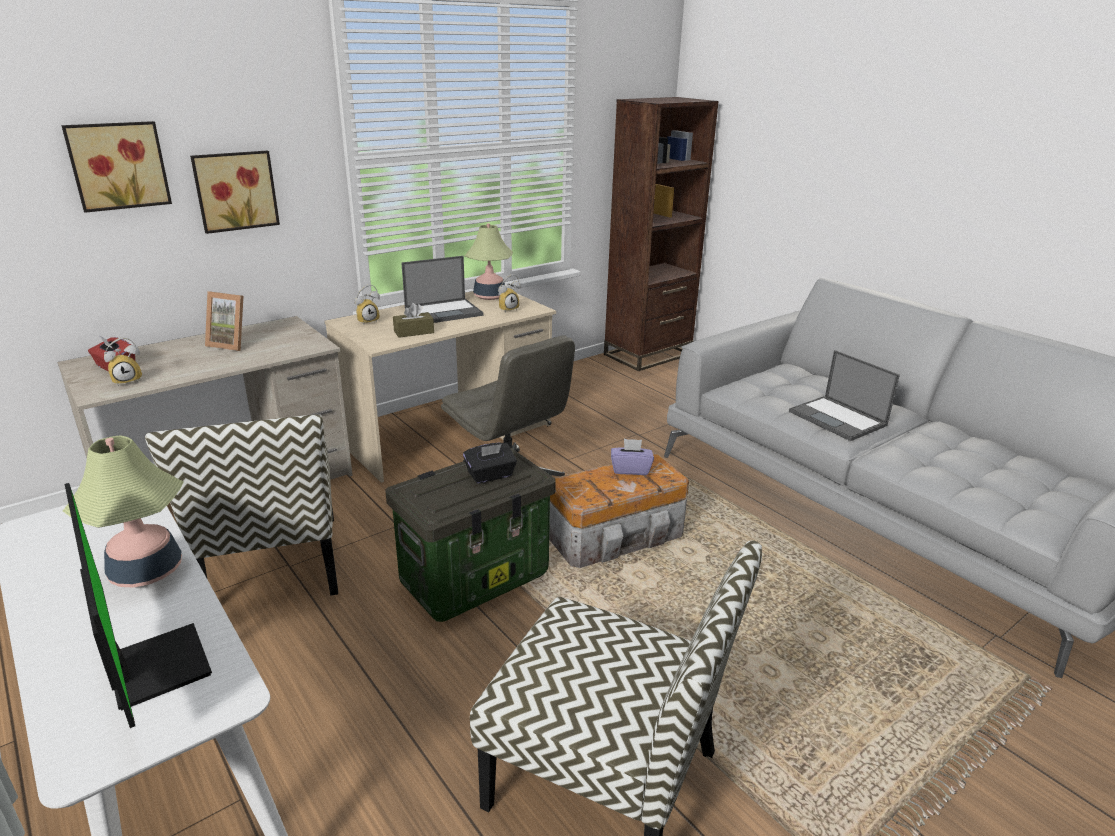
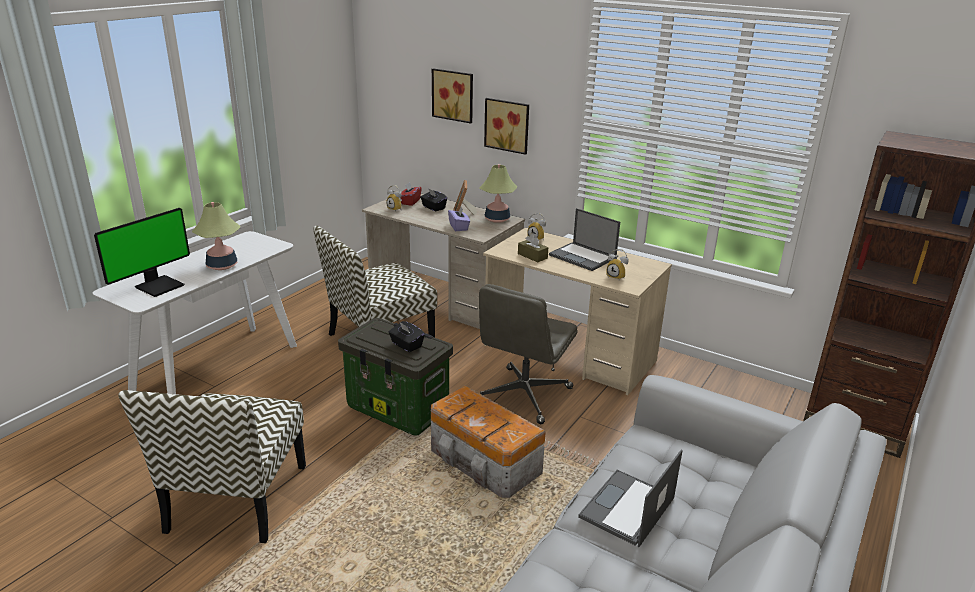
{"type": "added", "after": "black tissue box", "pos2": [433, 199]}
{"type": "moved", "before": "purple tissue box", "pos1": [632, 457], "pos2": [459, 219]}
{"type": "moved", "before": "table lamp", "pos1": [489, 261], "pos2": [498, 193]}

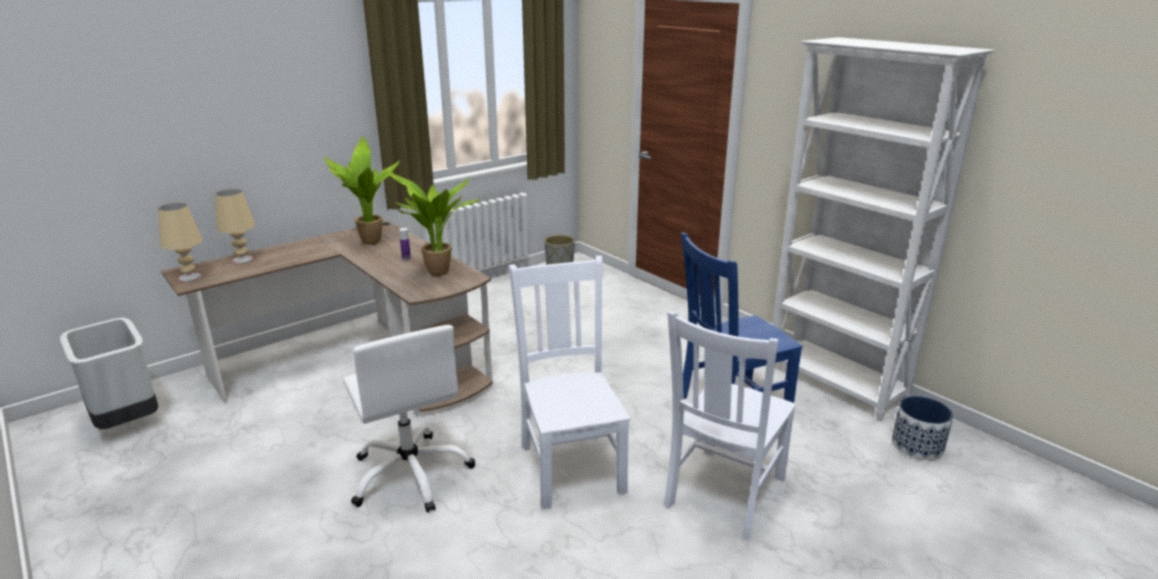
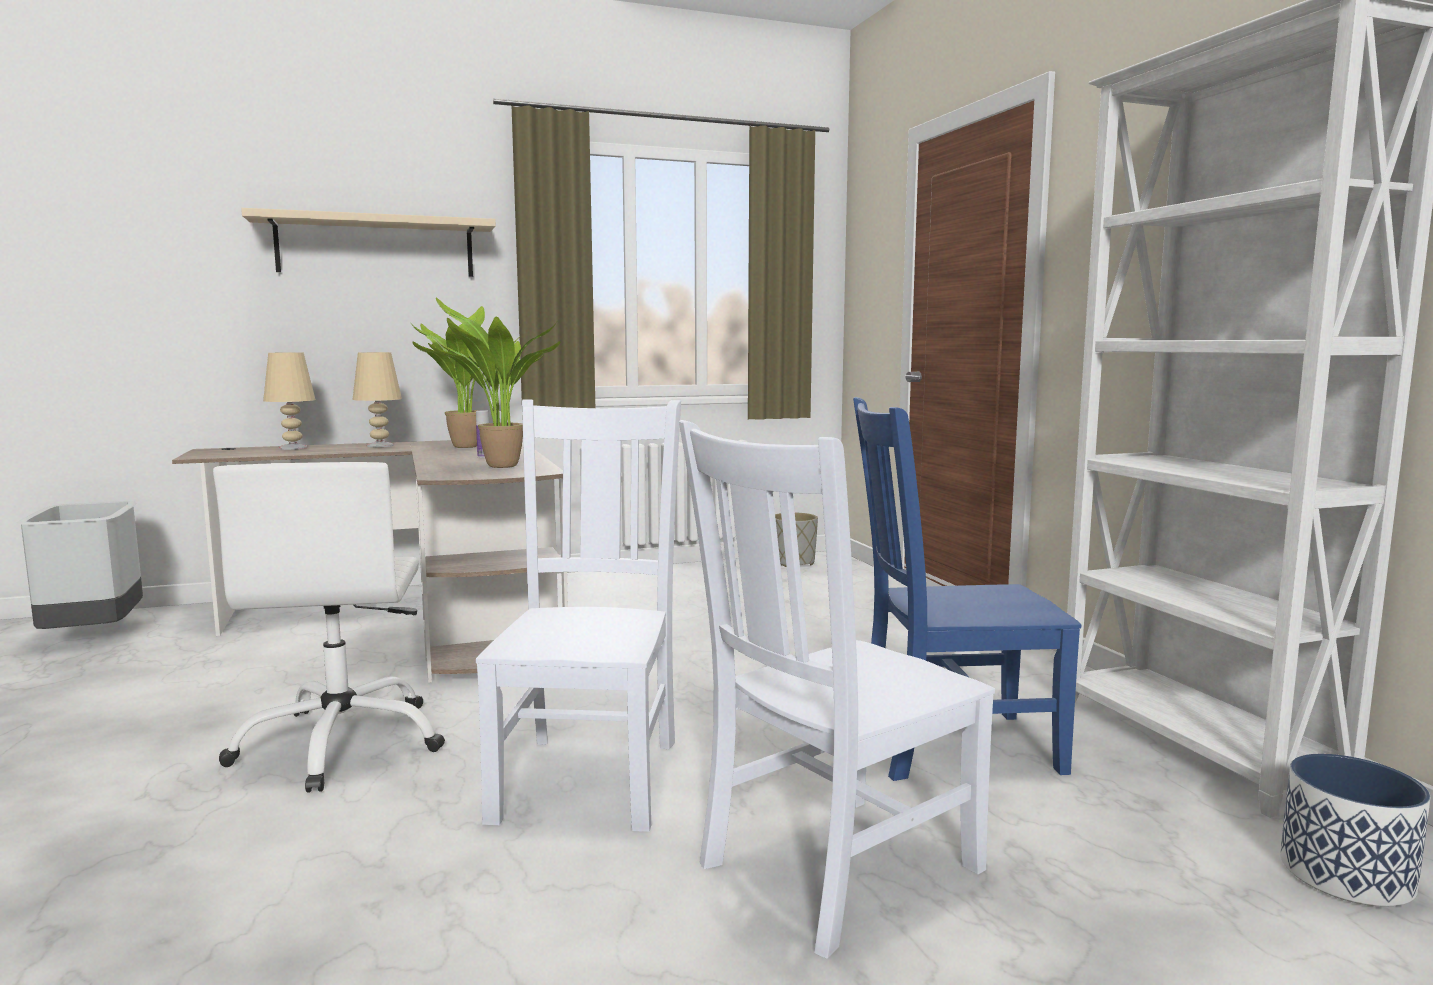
{"type": "added", "after": "beige shelf", "pos2": [368, 242]}
{"type": "moved", "before": "beige table lamp", "pos1": [180, 242], "pos2": [377, 399]}

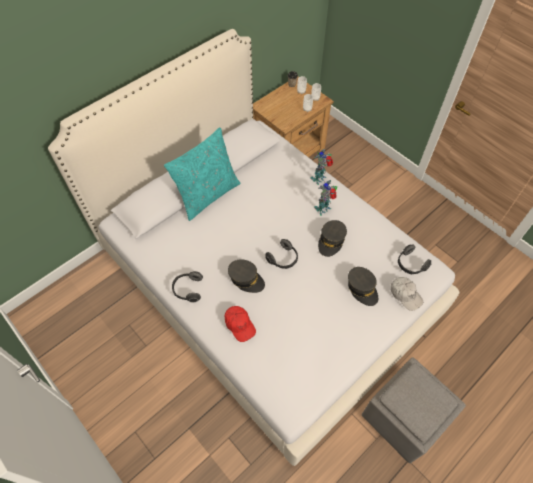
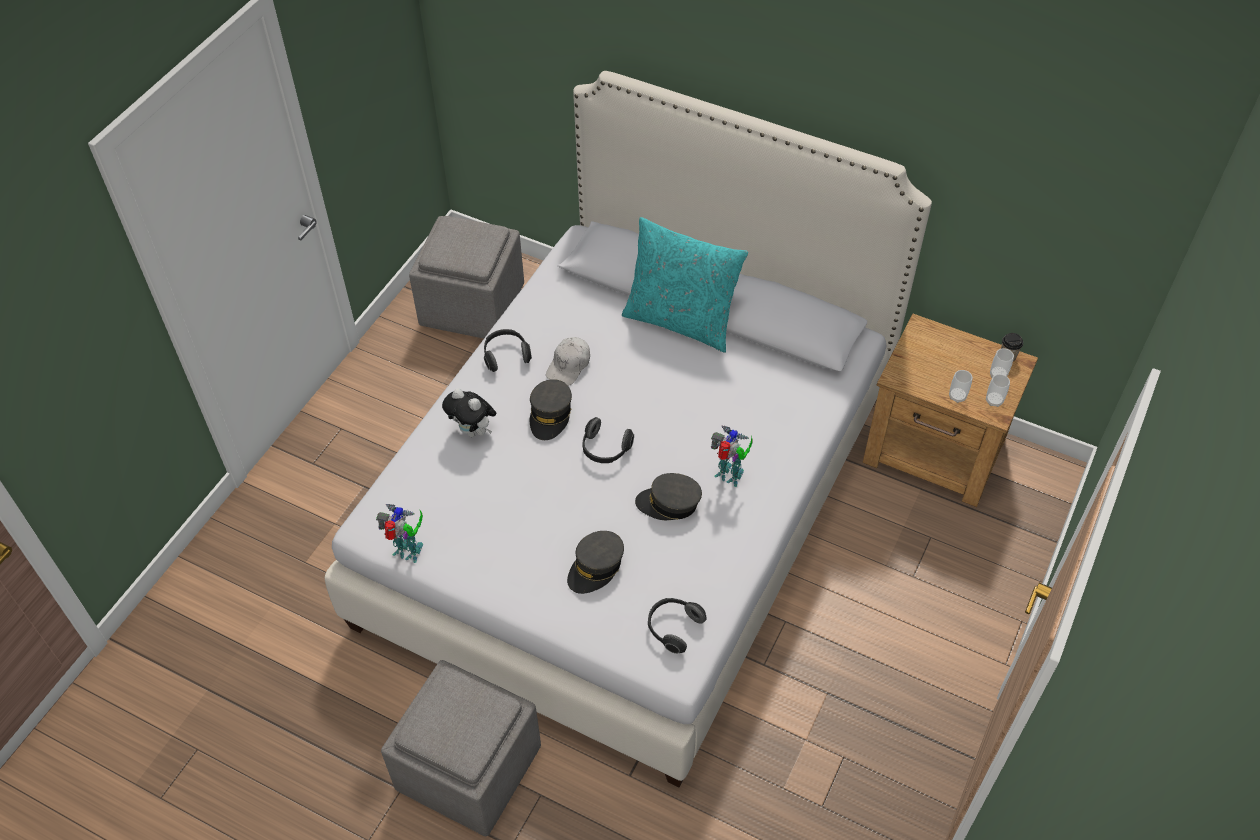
{"type": "moved", "before": "toy robot", "pos1": [321, 167], "pos2": [399, 533]}
{"type": "added", "after": "grey ottoman", "pos2": [466, 277]}
{"type": "replaced", "before": "red cap", "after": "plush toy", "pos1": [240, 324], "pos2": [469, 412]}
{"type": "moved", "before": "white cap", "pos1": [406, 294], "pos2": [568, 361]}

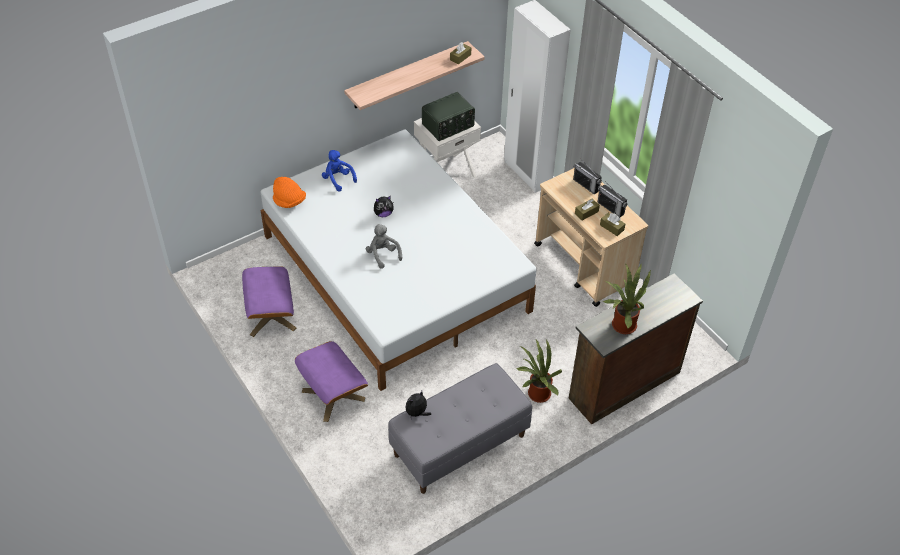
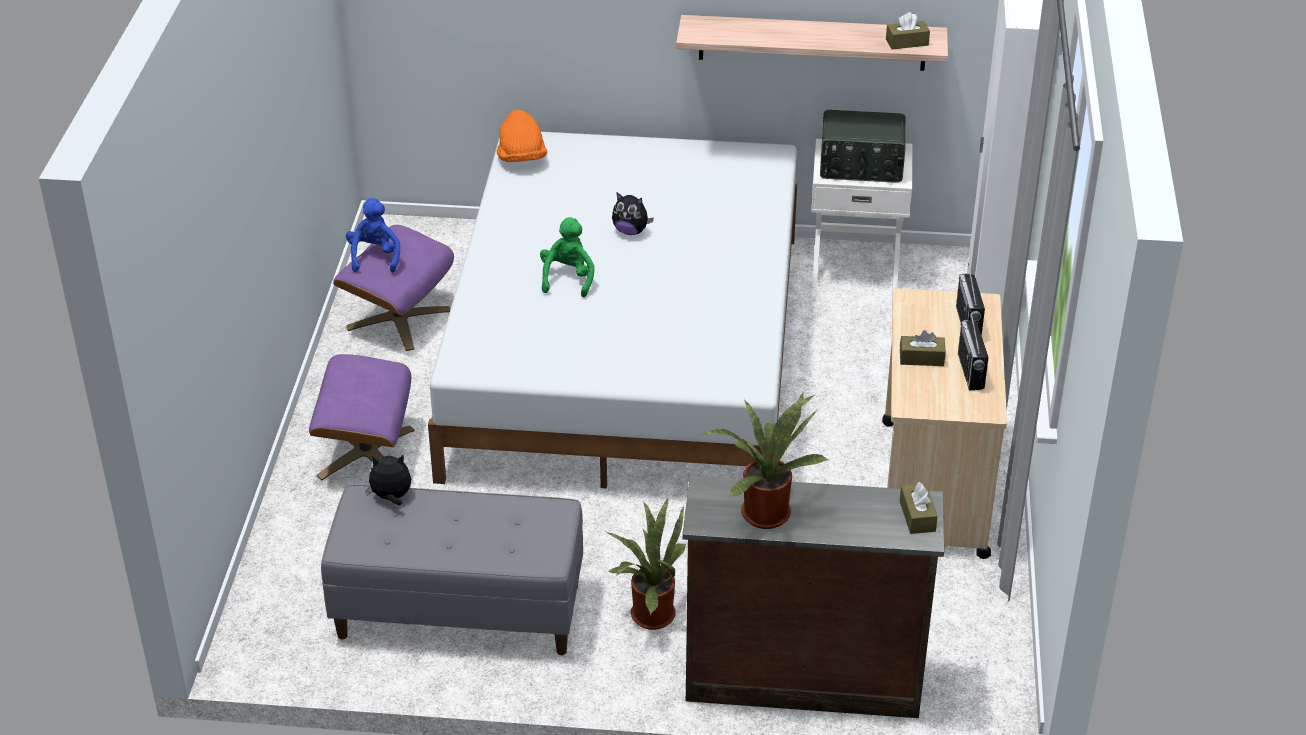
{"type": "moved", "before": "blue plush toy", "pos1": [339, 171], "pos2": [373, 235]}
{"type": "recoloured", "before": "grey plush toy", "after": "green plush toy", "pos1": [384, 246], "pos2": [567, 257]}
{"type": "moved", "before": "brown tissue box", "pos1": [612, 224], "pos2": [919, 508]}

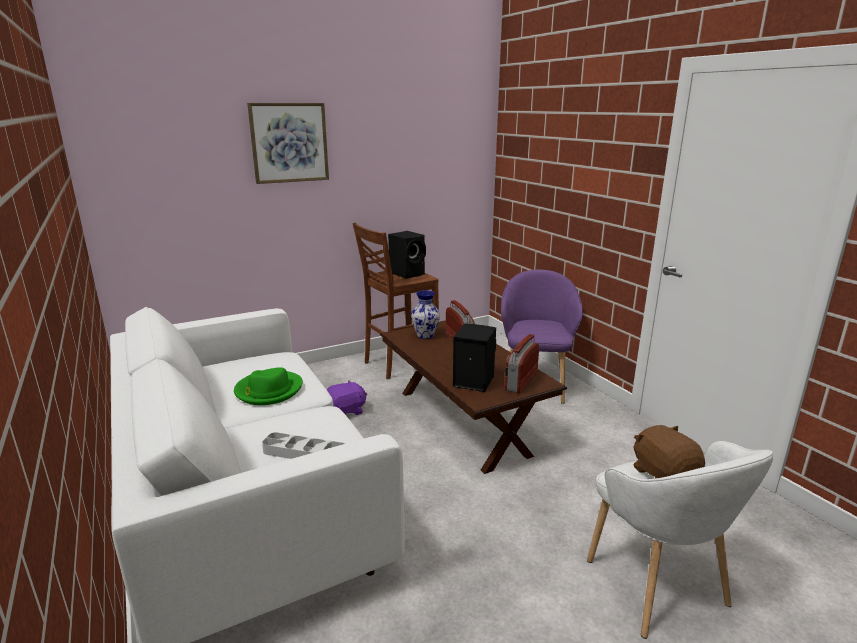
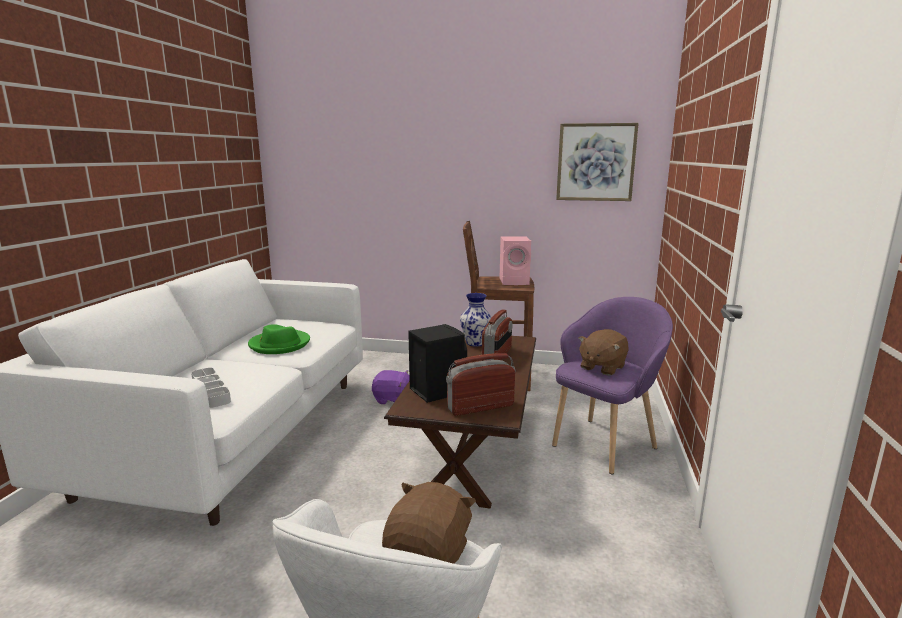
{"type": "recoloured", "before": "black speaker", "after": "pink speaker", "pos1": [407, 255], "pos2": [515, 260]}
{"type": "moved", "before": "picture", "pos1": [288, 143], "pos2": [597, 162]}
{"type": "added", "after": "brown plush toy", "pos2": [603, 352]}

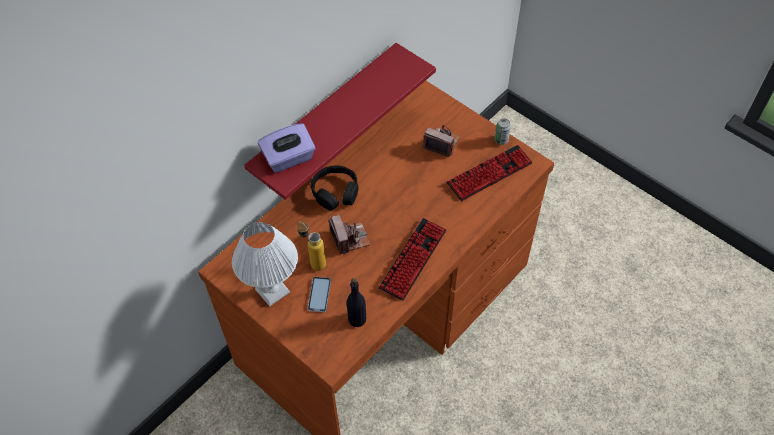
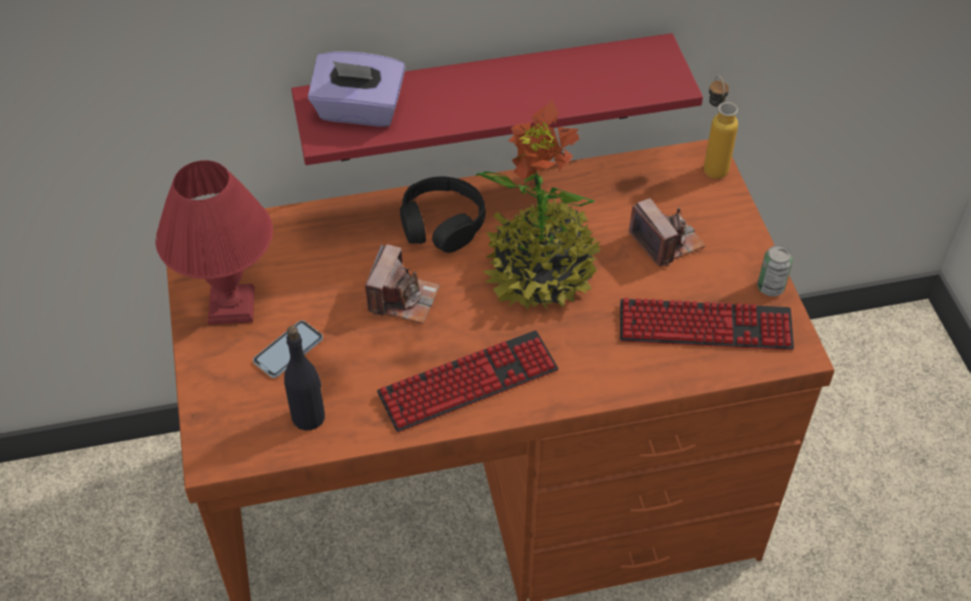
{"type": "recoloured", "before": "white table lamp", "after": "red table lamp", "pos1": [265, 264], "pos2": [214, 242]}
{"type": "added", "after": "potted plant", "pos2": [538, 204]}
{"type": "moved", "before": "bottle", "pos1": [311, 246], "pos2": [721, 127]}

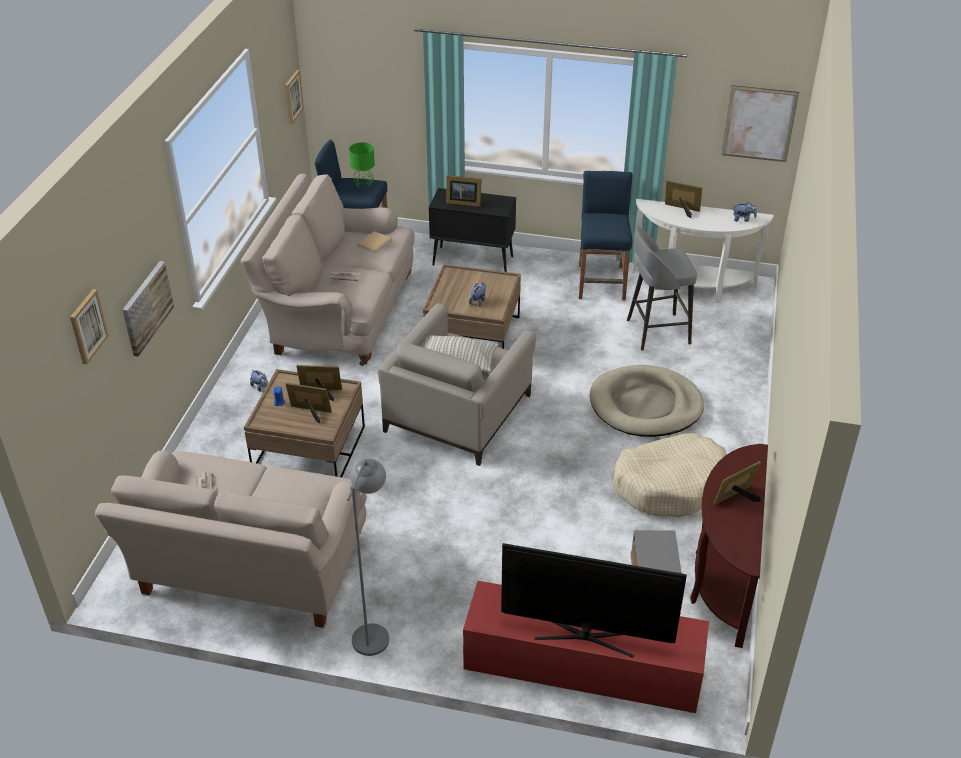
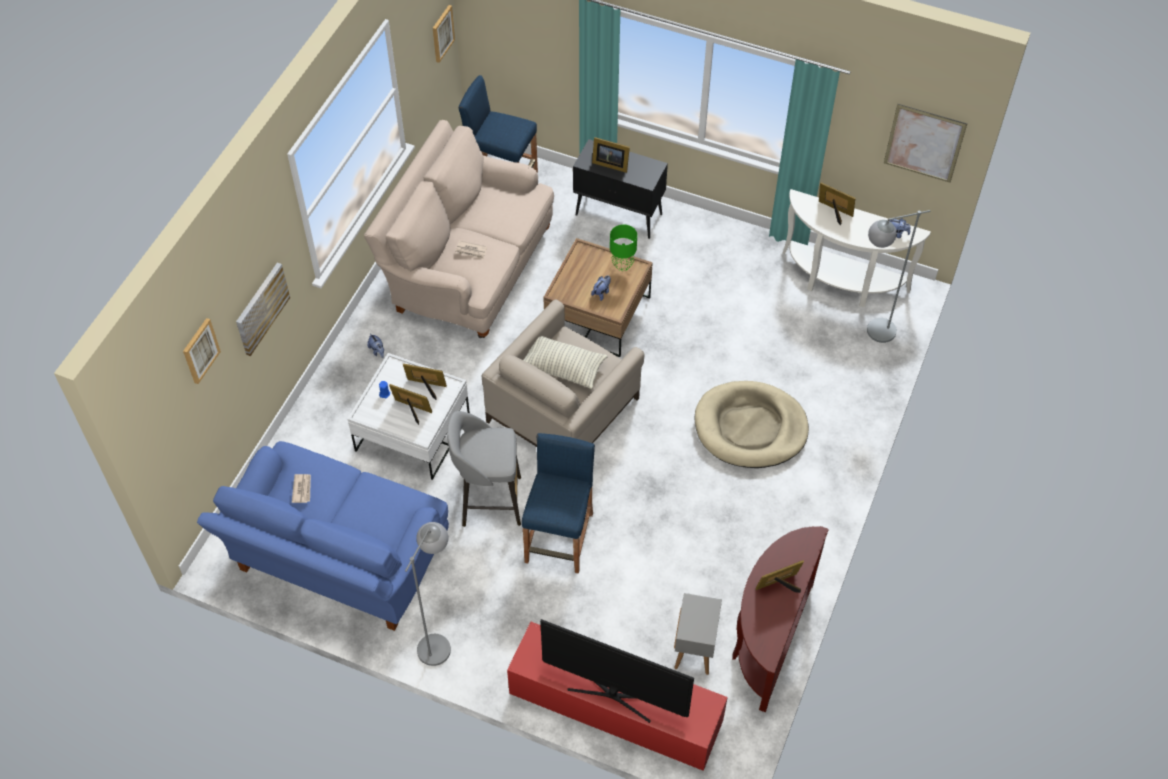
{"type": "recoloured", "before": "beige sofa", "after": "blue sofa", "pos1": [230, 539], "pos2": [323, 536]}
{"type": "recoloured", "before": "brown coffee table", "after": "white coffee table", "pos1": [304, 423], "pos2": [408, 416]}
{"type": "moved", "before": "grey stool", "pos1": [662, 289], "pos2": [484, 469]}
{"type": "moved", "before": "blue stool", "pos1": [605, 235], "pos2": [558, 503]}
{"type": "moved", "before": "green table lamp", "pos1": [362, 166], "pos2": [623, 248]}
{"type": "added", "after": "grey floor lamp", "pos2": [898, 276]}
{"type": "removed", "before": "beige book", "pos1": [374, 242]}
{"type": "removed", "before": "beige dog bed", "pos1": [669, 475]}

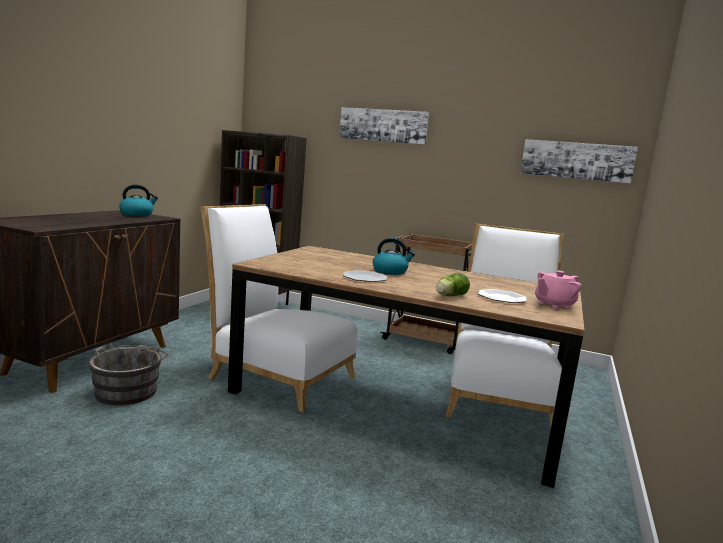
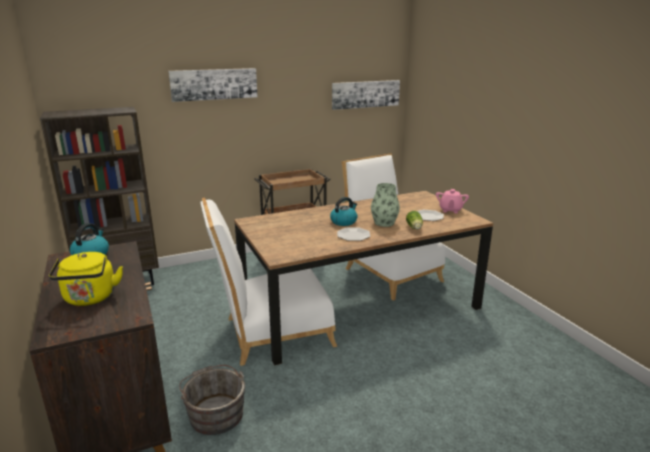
{"type": "added", "after": "yellow kettle", "pos2": [86, 279]}
{"type": "added", "after": "vase", "pos2": [385, 205]}

